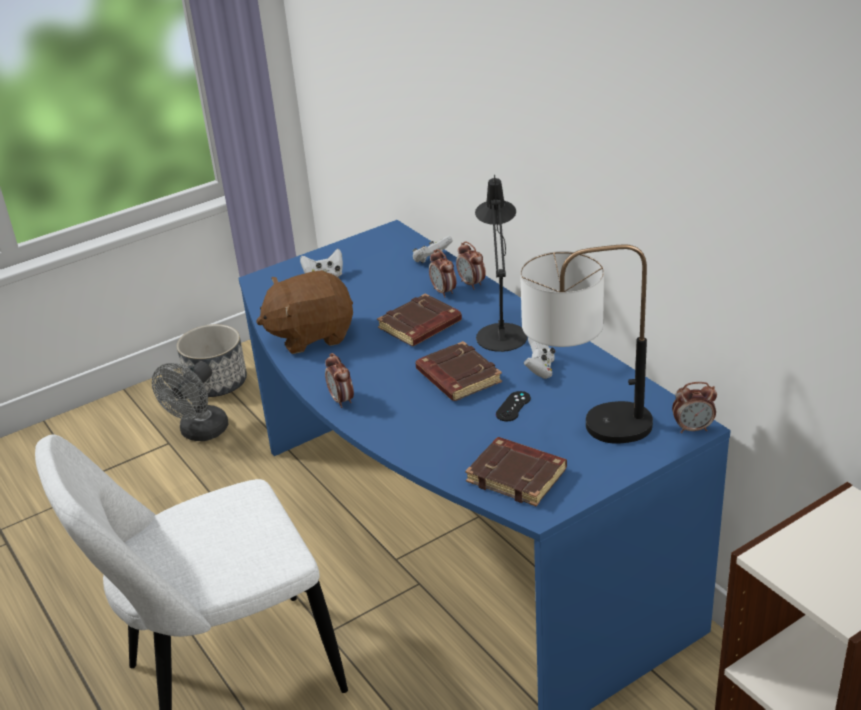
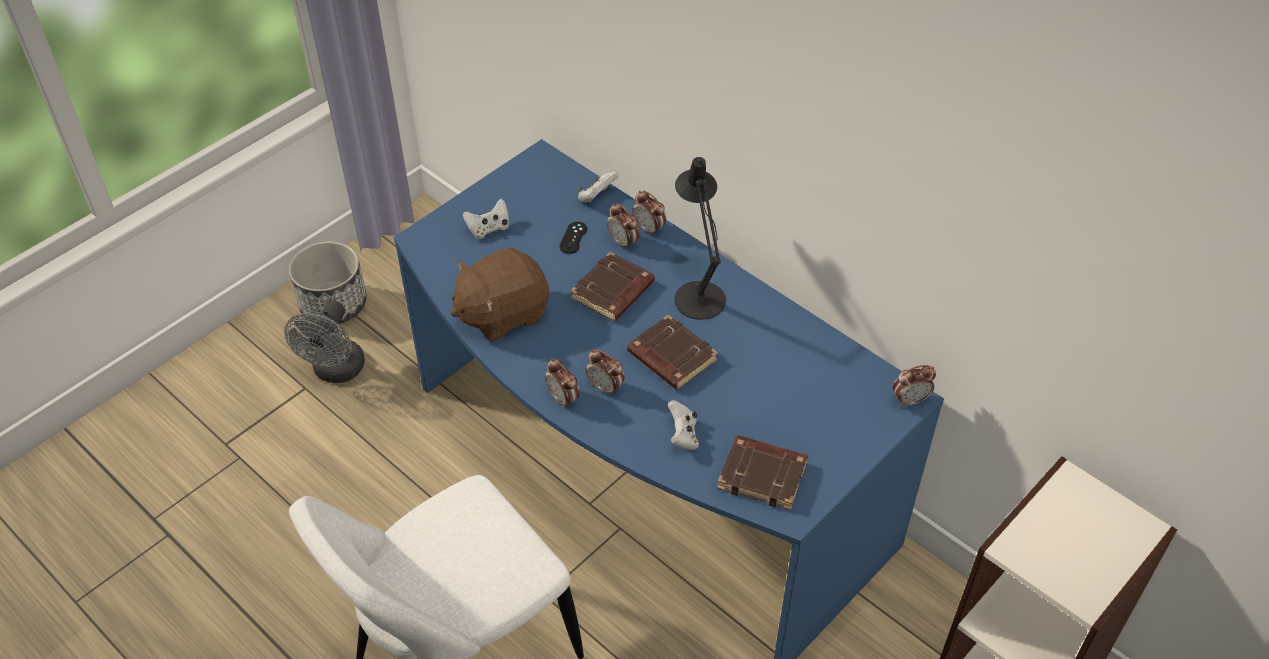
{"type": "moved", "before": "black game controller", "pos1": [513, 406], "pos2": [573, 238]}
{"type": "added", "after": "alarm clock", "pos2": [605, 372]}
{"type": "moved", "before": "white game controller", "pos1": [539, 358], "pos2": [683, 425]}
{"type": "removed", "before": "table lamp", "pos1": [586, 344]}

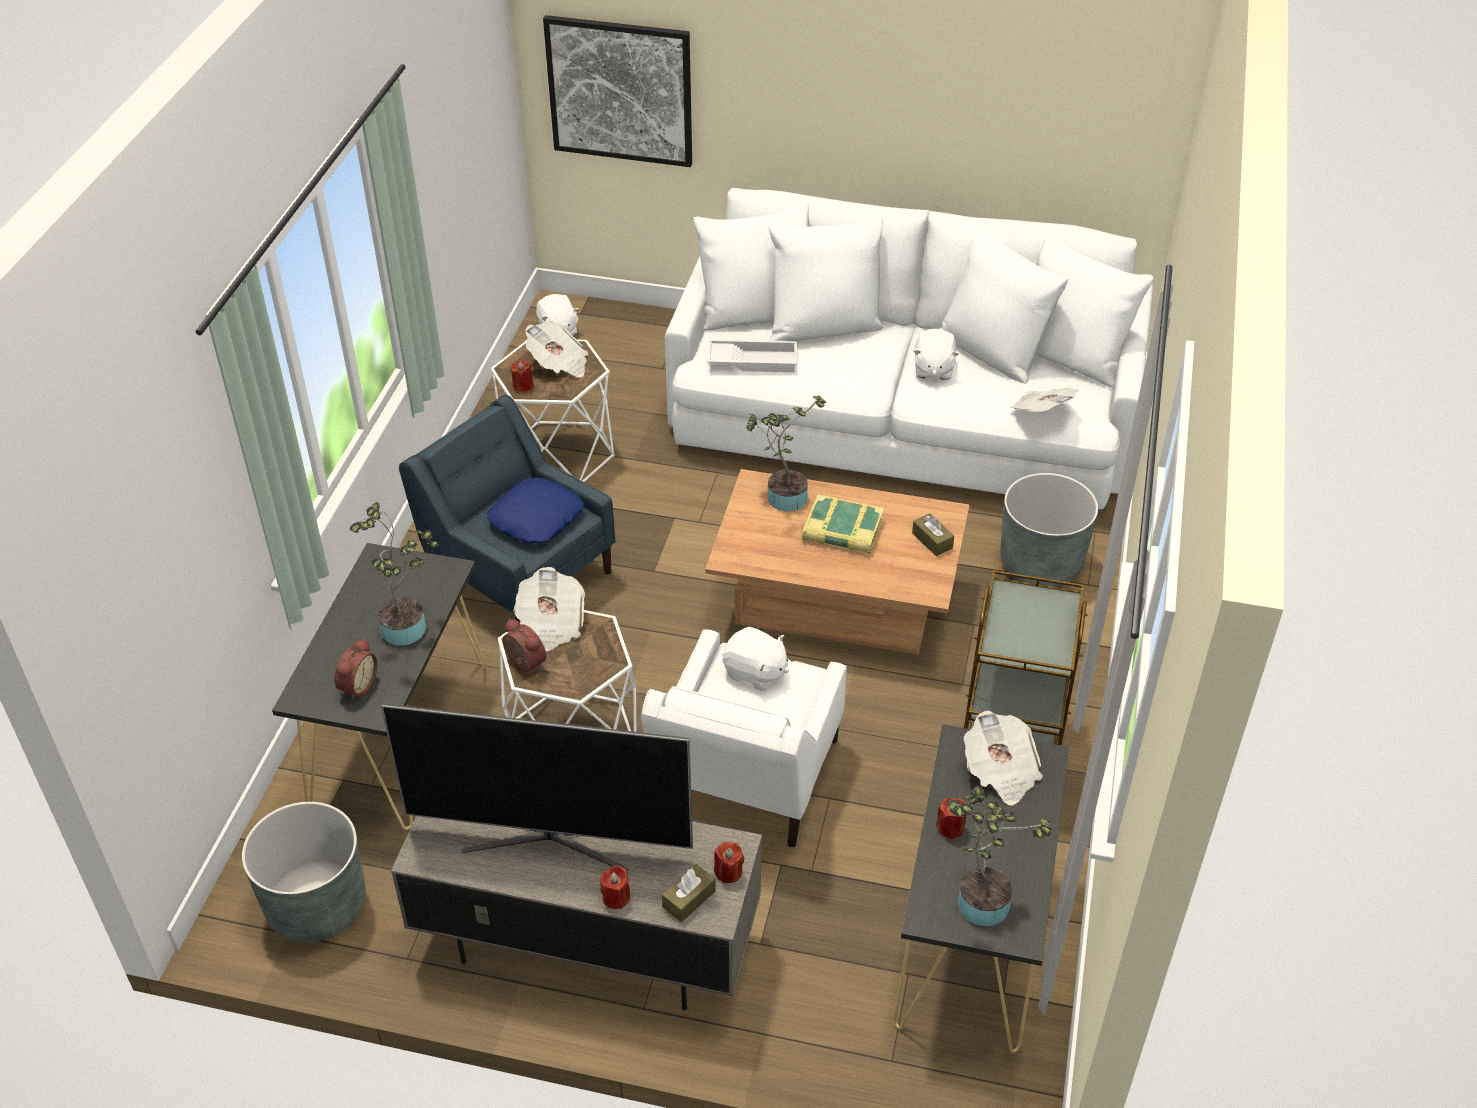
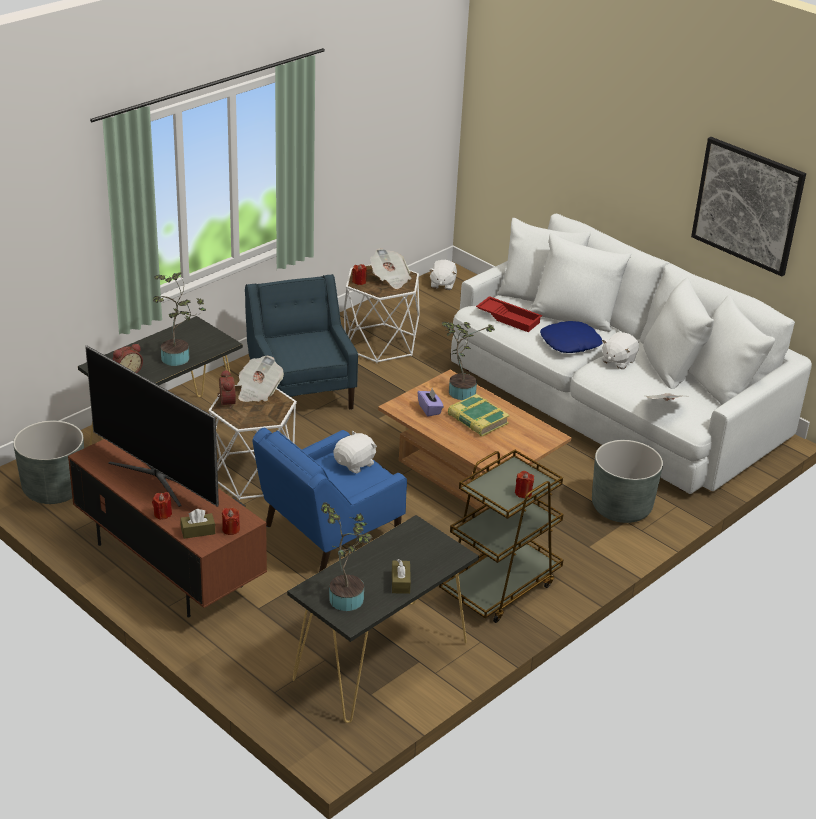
{"type": "recoloured", "before": "grey tv stand", "after": "brown tv stand", "pos1": [576, 913], "pos2": [167, 528]}
{"type": "recoloured", "before": "white armchair", "after": "blue armchair", "pos1": [744, 738], "pos2": [329, 500]}
{"type": "turned", "before": "white plush toy", "pos1": [756, 659], "pos2": [355, 452], "turn": -105}
{"type": "moved", "before": "brown tissue box", "pos1": [933, 534], "pos2": [401, 576]}
{"type": "added", "after": "purple tissue box", "pos2": [430, 402]}
{"type": "recoloured", "before": "white tray", "after": "red tray", "pos1": [752, 355], "pos2": [509, 314]}
{"type": "moved", "before": "red candle", "pos1": [951, 818], "pos2": [524, 484]}
{"type": "moved", "before": "blue pillow", "pos1": [535, 510], "pos2": [571, 337]}
{"type": "moved", "before": "picture", "pos1": [617, 91], "pos2": [748, 206]}
{"type": "removed", "before": "newspaper", "pos1": [1003, 758]}

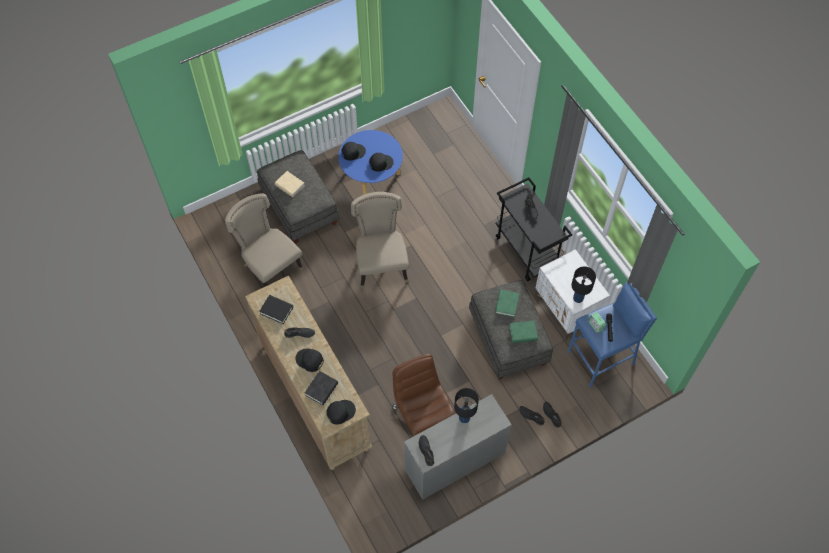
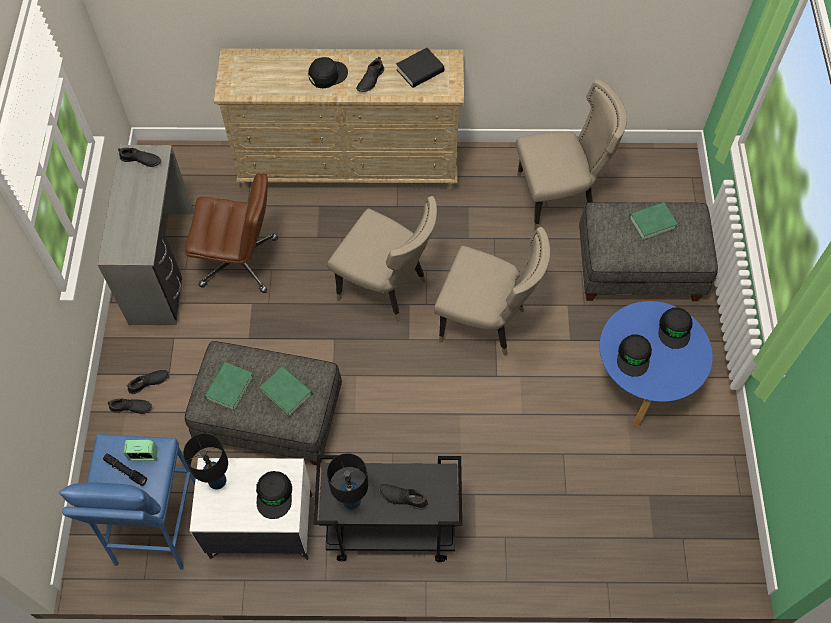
{"type": "moved", "before": "black cap", "pos1": [341, 412], "pos2": [274, 495]}
{"type": "added", "after": "beige chair", "pos2": [382, 259]}
{"type": "moved", "before": "black table lamp", "pos1": [466, 405], "pos2": [347, 481]}
{"type": "recoloured", "before": "beige book", "after": "green book", "pos1": [290, 184], "pos2": [653, 221]}
{"type": "removed", "before": "black book", "pos1": [321, 388]}

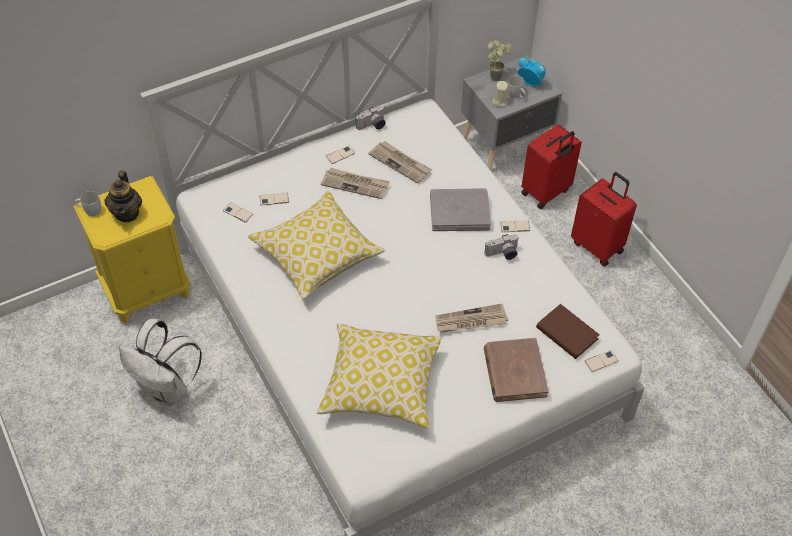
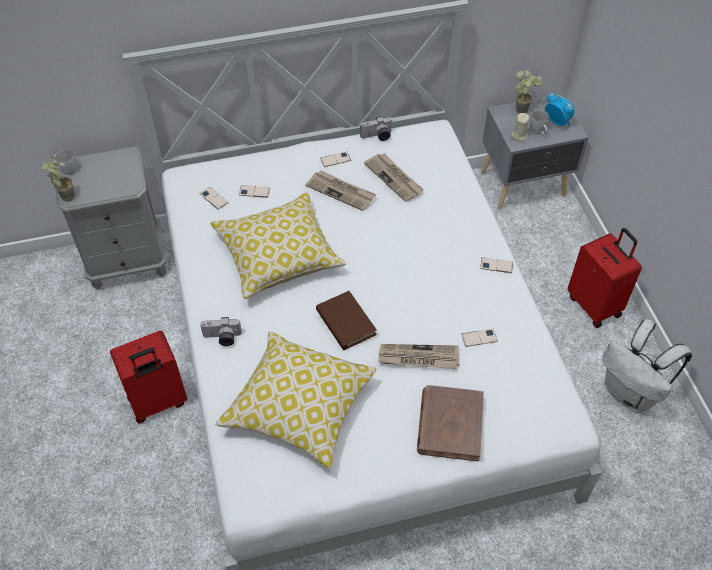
{"type": "added", "after": "potted plant", "pos2": [58, 179]}
{"type": "recoloured", "before": "yellow nightstand", "after": "grey nightstand", "pos1": [131, 249], "pos2": [110, 218]}
{"type": "moved", "before": "red suitcase", "pos1": [551, 166], "pos2": [148, 377]}
{"type": "moved", "before": "photo camera", "pos1": [502, 247], "pos2": [221, 331]}
{"type": "moved", "before": "brown book", "pos1": [568, 331], "pos2": [346, 320]}
{"type": "moved", "before": "phone", "pos1": [602, 361], "pos2": [479, 338]}
{"type": "moved", "before": "white backpack", "pos1": [160, 362], "pos2": [647, 366]}
{"type": "removed", "before": "teapot", "pos1": [123, 196]}
{"type": "removed", "before": "grey book", "pos1": [460, 209]}

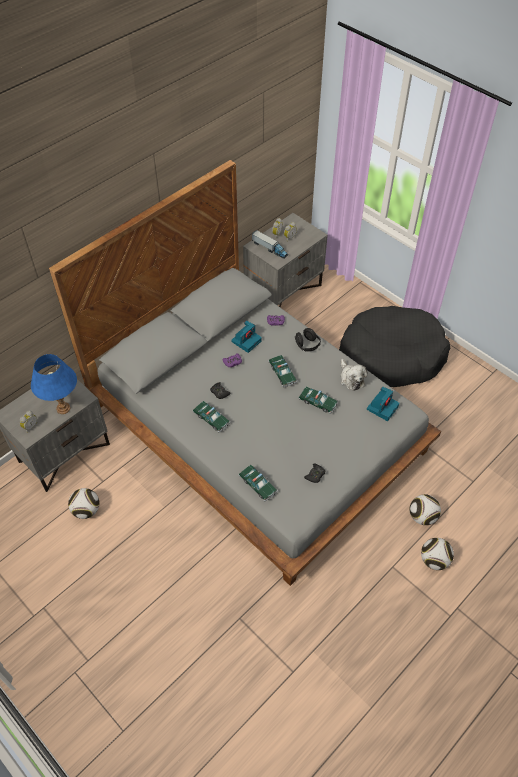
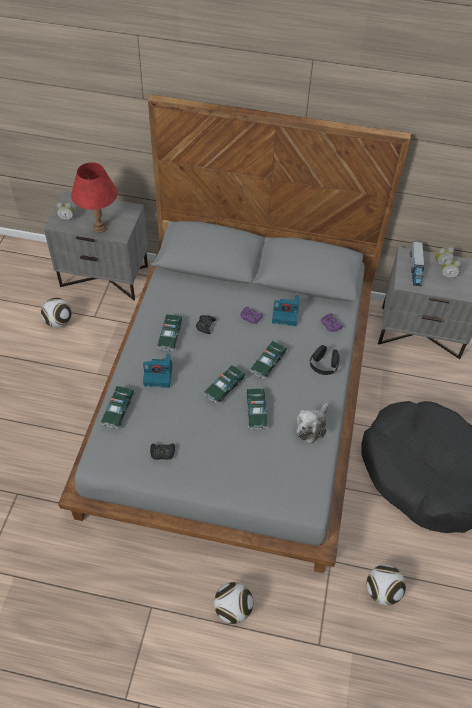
{"type": "recoloured", "before": "blue table lamp", "after": "red table lamp", "pos1": [54, 384], "pos2": [94, 198]}
{"type": "moved", "before": "photo camera", "pos1": [383, 403], "pos2": [158, 371]}
{"type": "added", "after": "toy car", "pos2": [224, 384]}
{"type": "moved", "before": "football", "pos1": [437, 554], "pos2": [386, 585]}

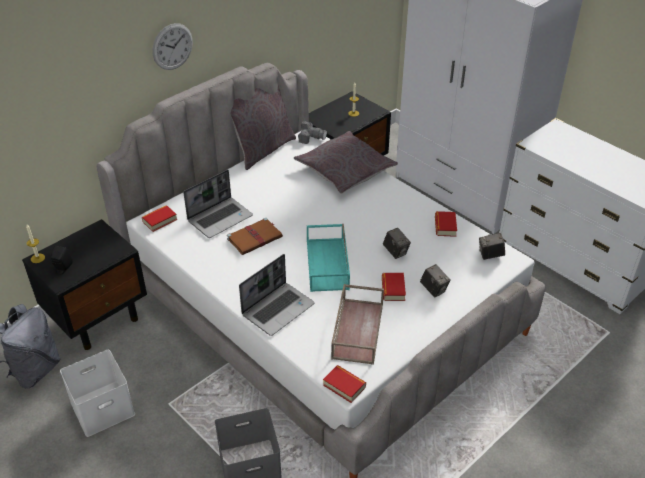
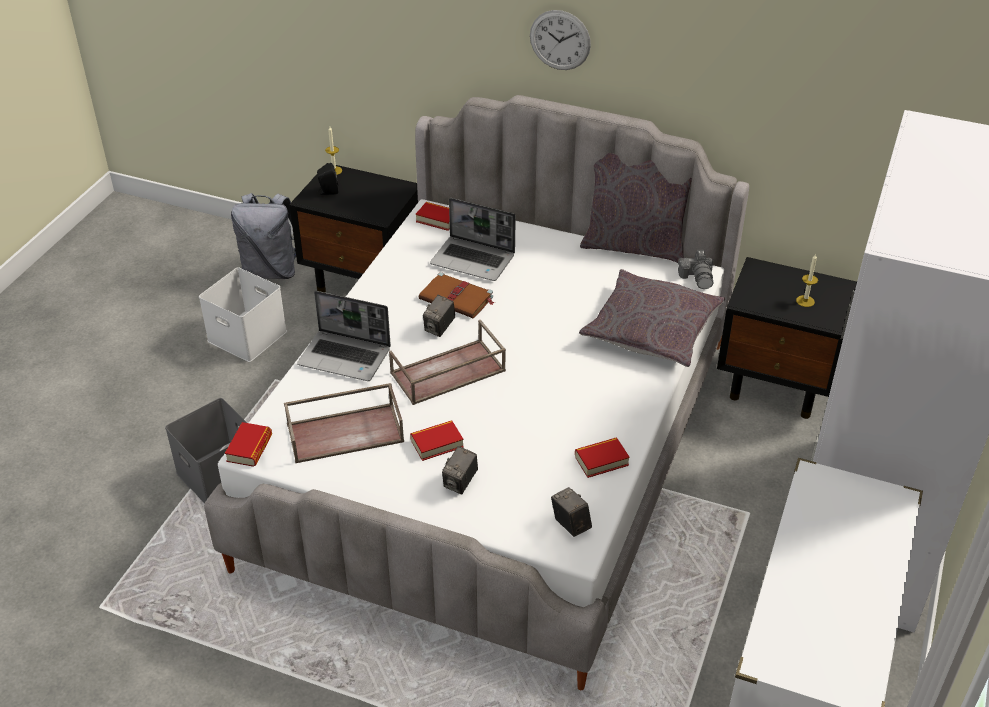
{"type": "recoloured", "before": "turquoise tray", "after": "brown tray", "pos1": [328, 258], "pos2": [447, 362]}
{"type": "moved", "before": "photo camera", "pos1": [397, 243], "pos2": [439, 316]}

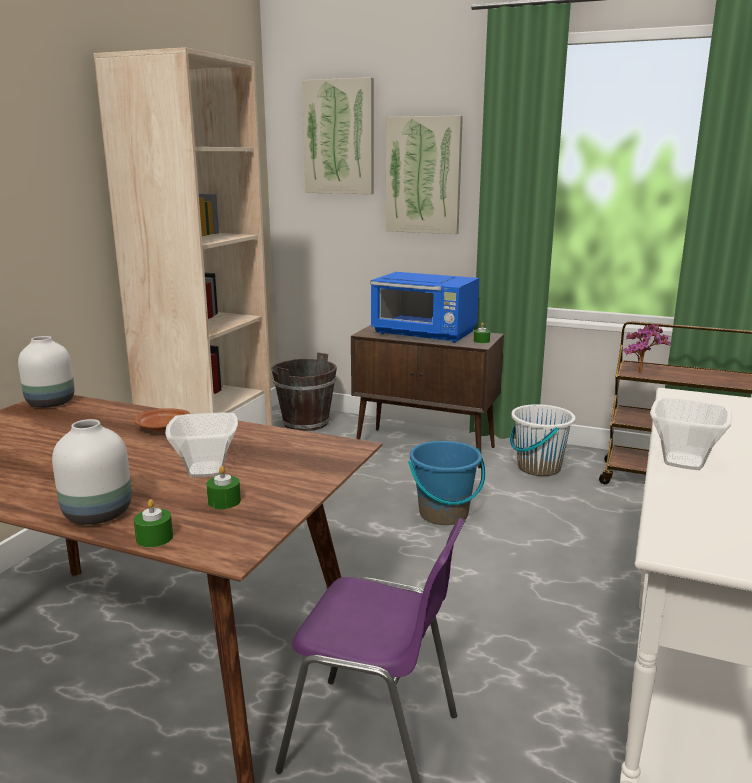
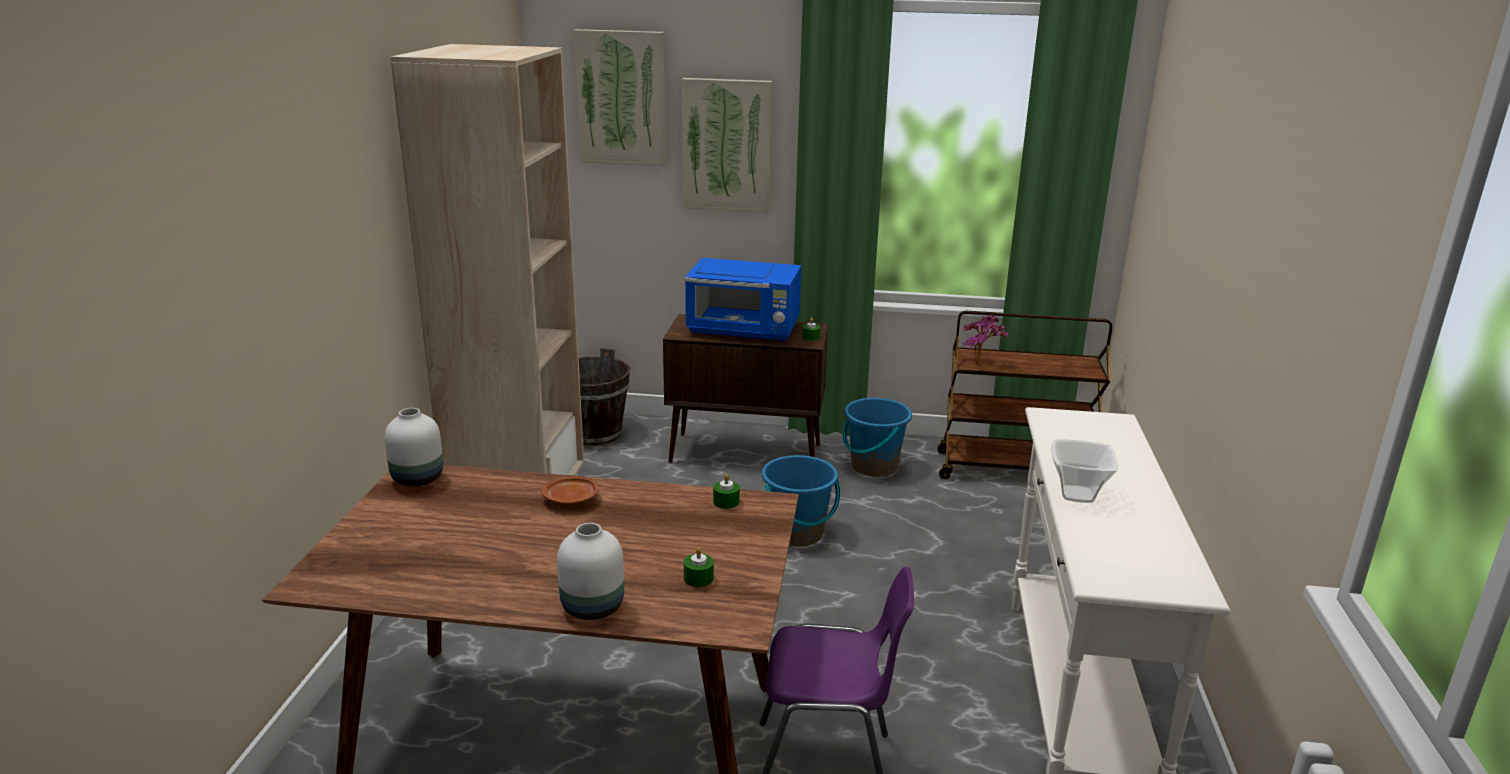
{"type": "moved", "before": "green candle", "pos1": [153, 523], "pos2": [726, 491]}
{"type": "recoloured", "before": "white bucket", "after": "blue bucket", "pos1": [543, 440], "pos2": [877, 437]}
{"type": "removed", "before": "bowl", "pos1": [201, 445]}

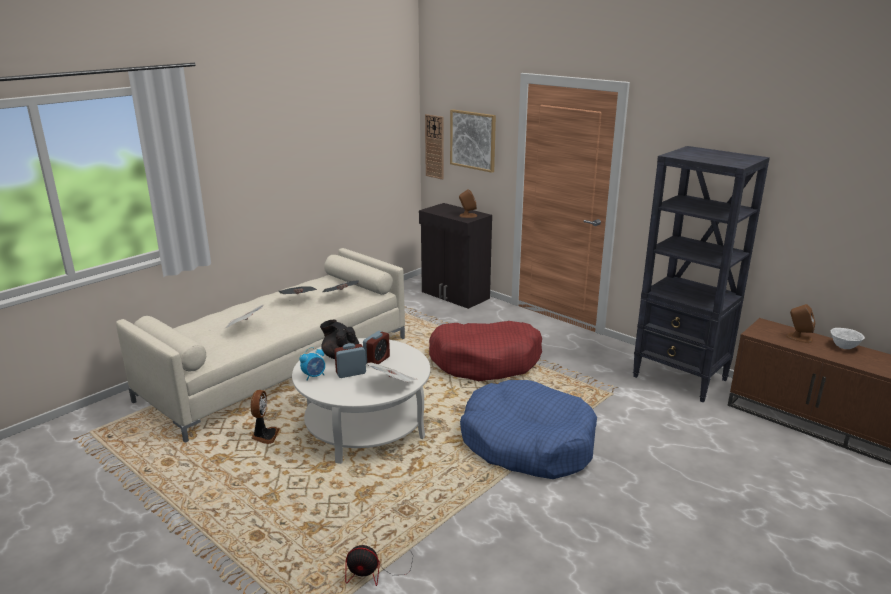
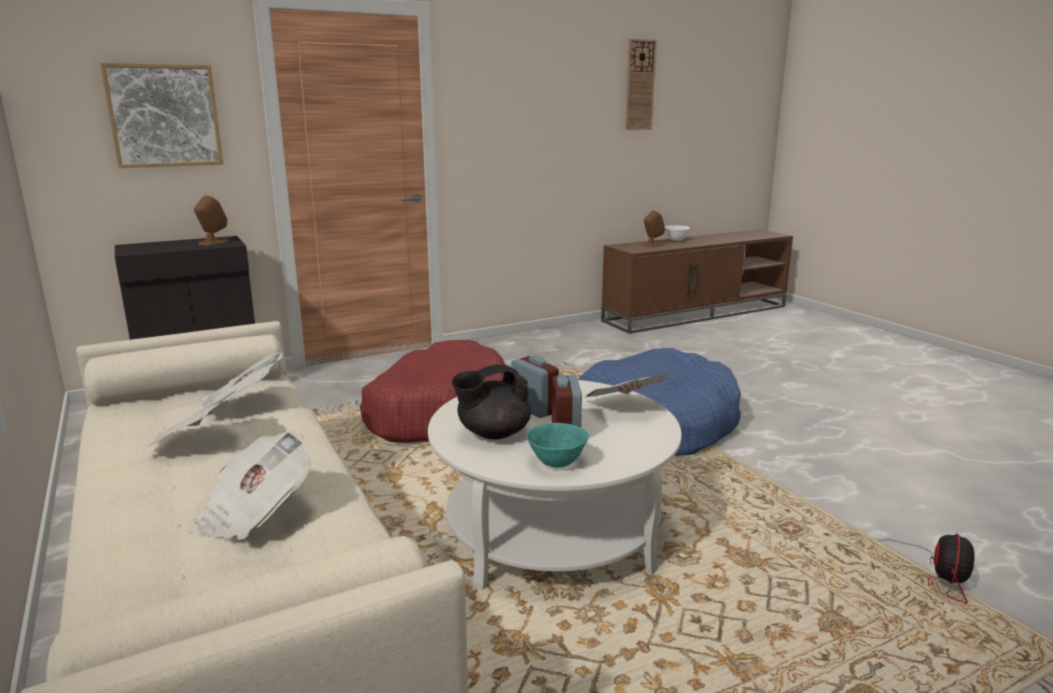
{"type": "replaced", "before": "alarm clock", "after": "turquoise bowl", "pos1": [312, 364], "pos2": [557, 445]}
{"type": "moved", "before": "wall clock", "pos1": [434, 147], "pos2": [641, 84]}
{"type": "removed", "before": "fan", "pos1": [265, 417]}
{"type": "removed", "before": "black bookcase", "pos1": [701, 274]}

